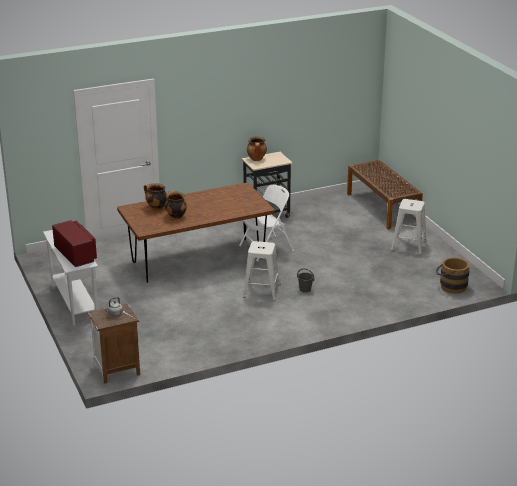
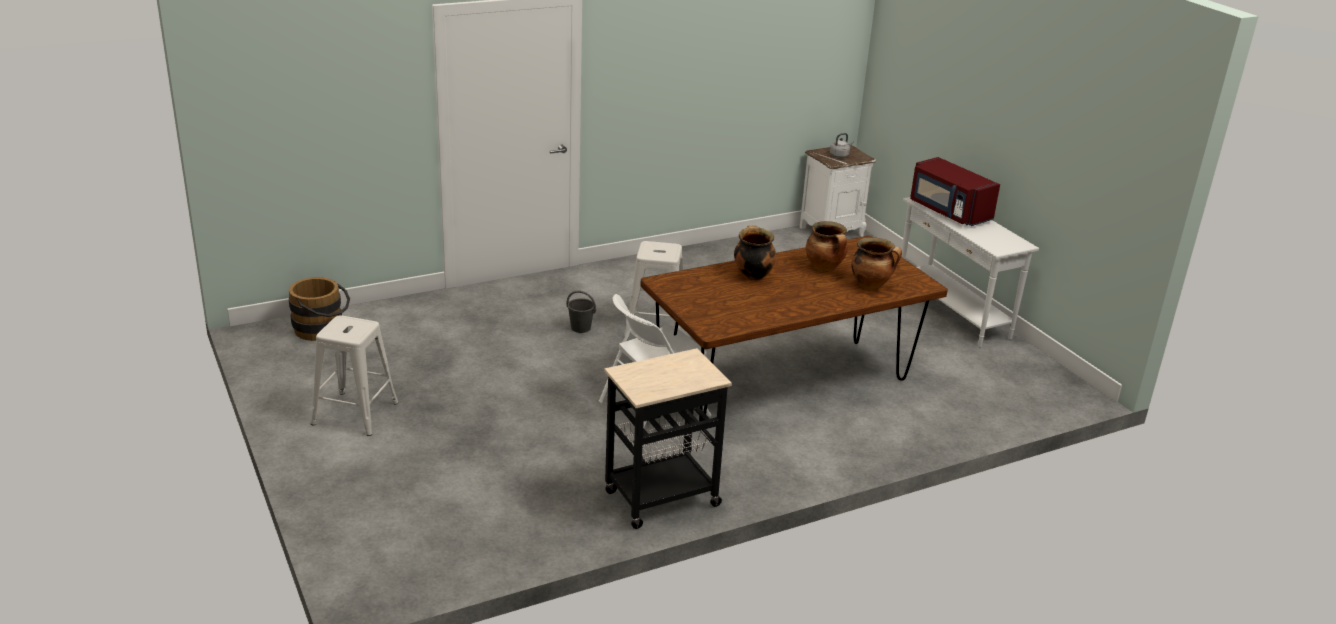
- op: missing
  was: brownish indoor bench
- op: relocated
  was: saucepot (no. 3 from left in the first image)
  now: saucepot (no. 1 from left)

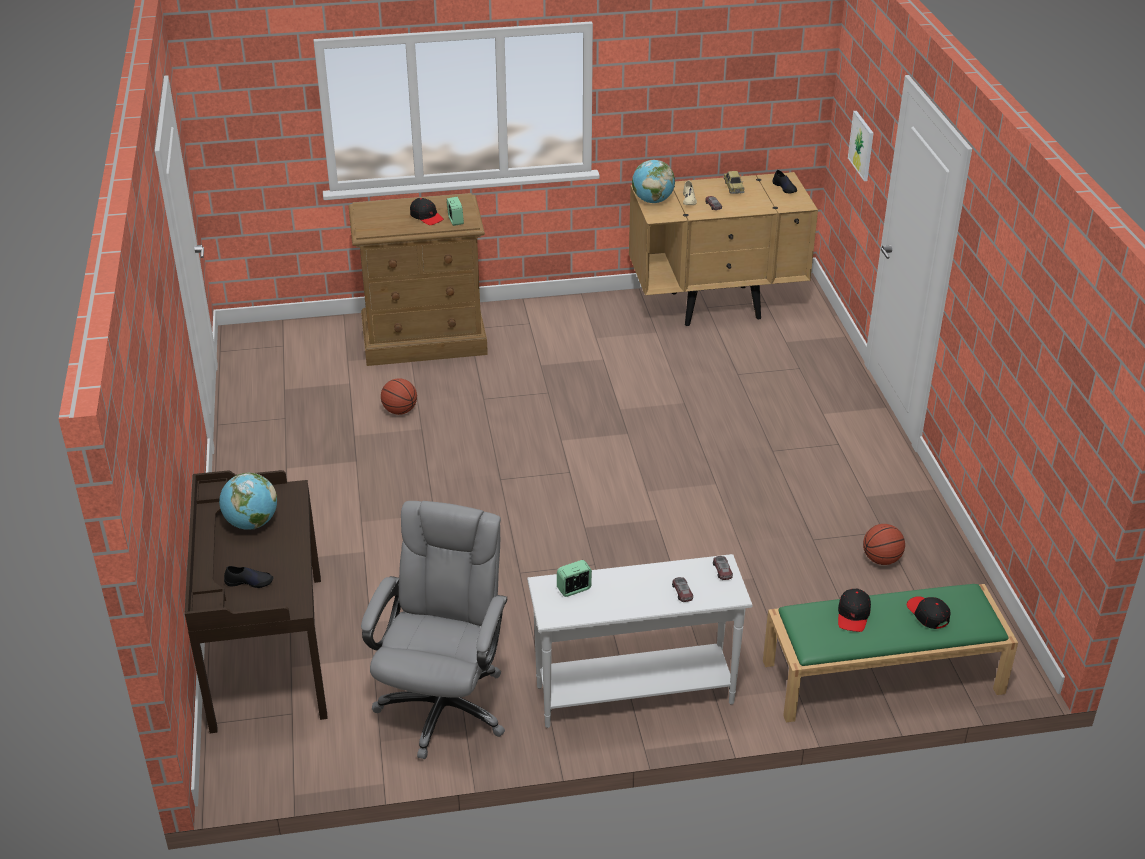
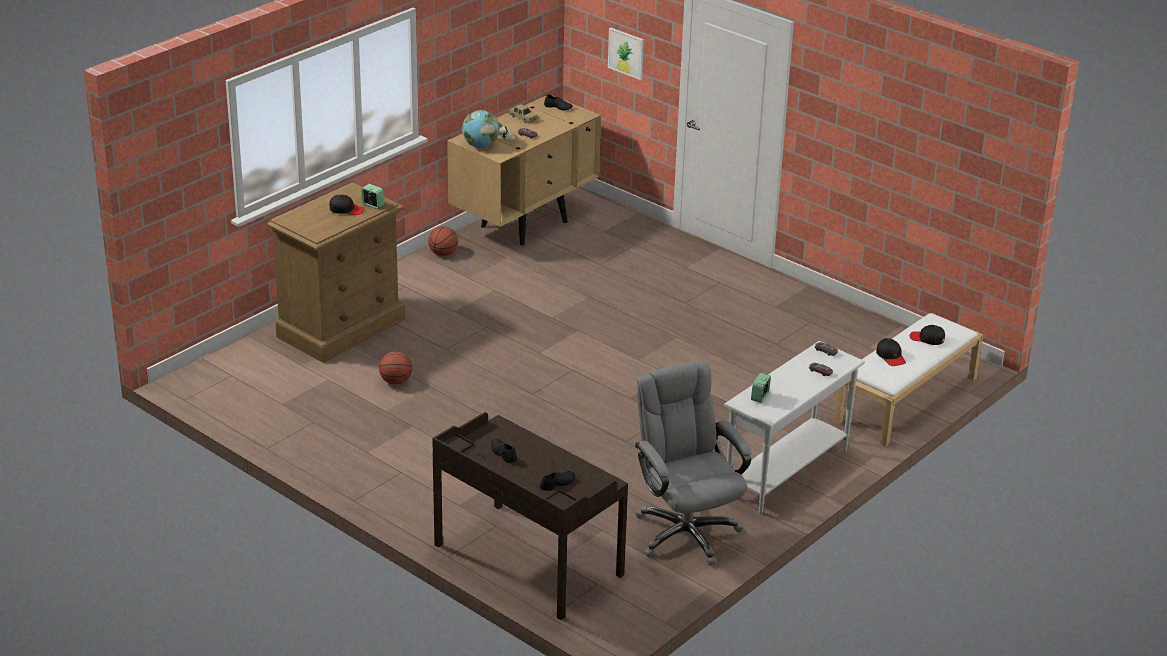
- op: relocated
  was: ball for basketball (no. 2 from left)
- op: exchanged
  was: world globe (no. 1 from left)
  now: blackish shoe (no. 1 from left)
- op: colour
  was: green-coloured indoor bench
  now: whitish indoor bench

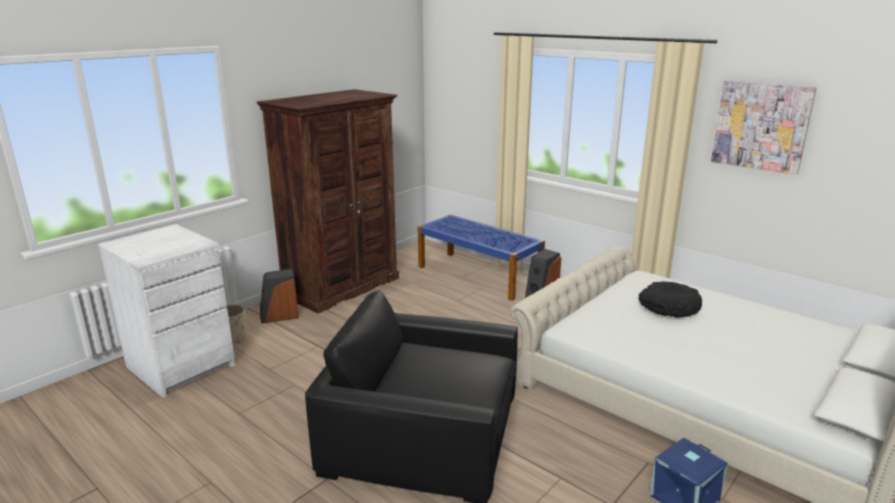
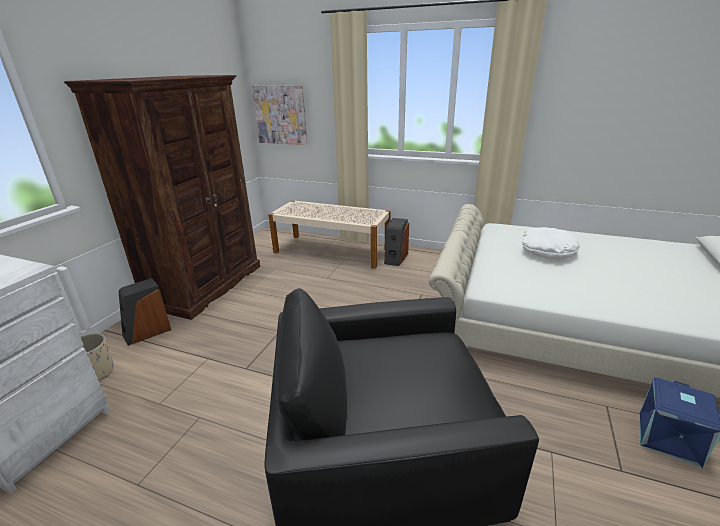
- op: relocated
  was: picture
- op: colour
  was: bluish indoor bench
  now: sand-coloured indoor bench
- op: colour
  was: blackish pillow
  now: whitish pillow

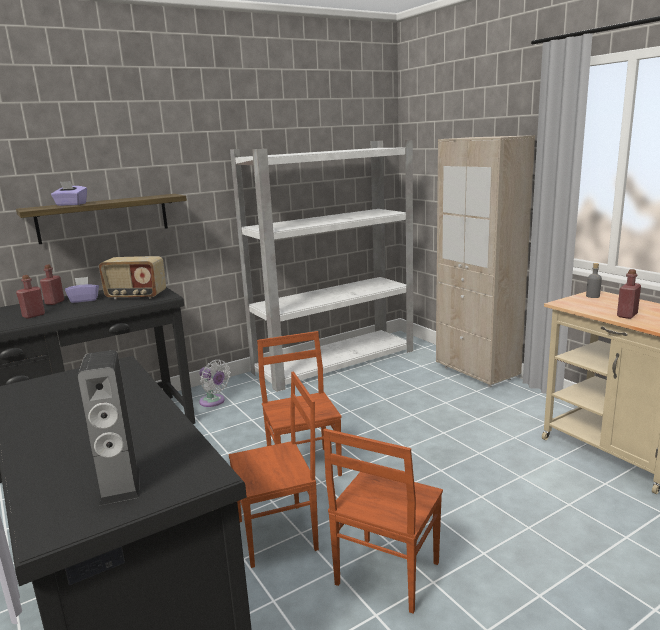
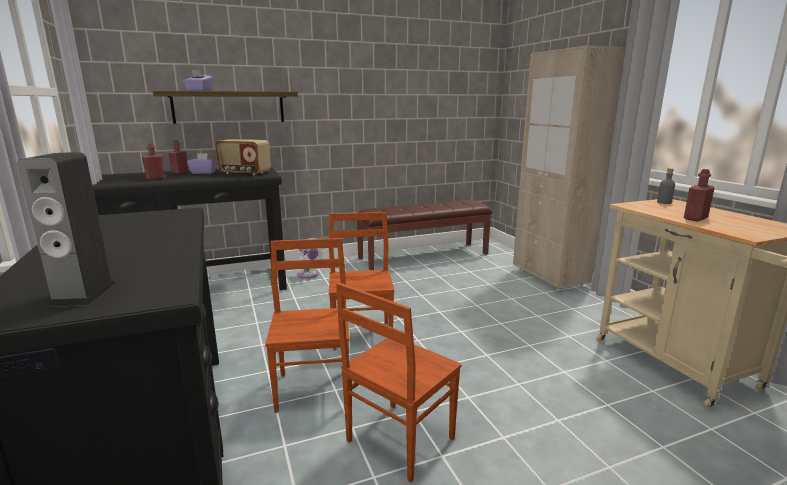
- op: exchanged
  was: whitish bookshelf
  now: brownish indoor bench
- op: spun
  was: brownish chair (no. 1 from left)
  clockwise: -90

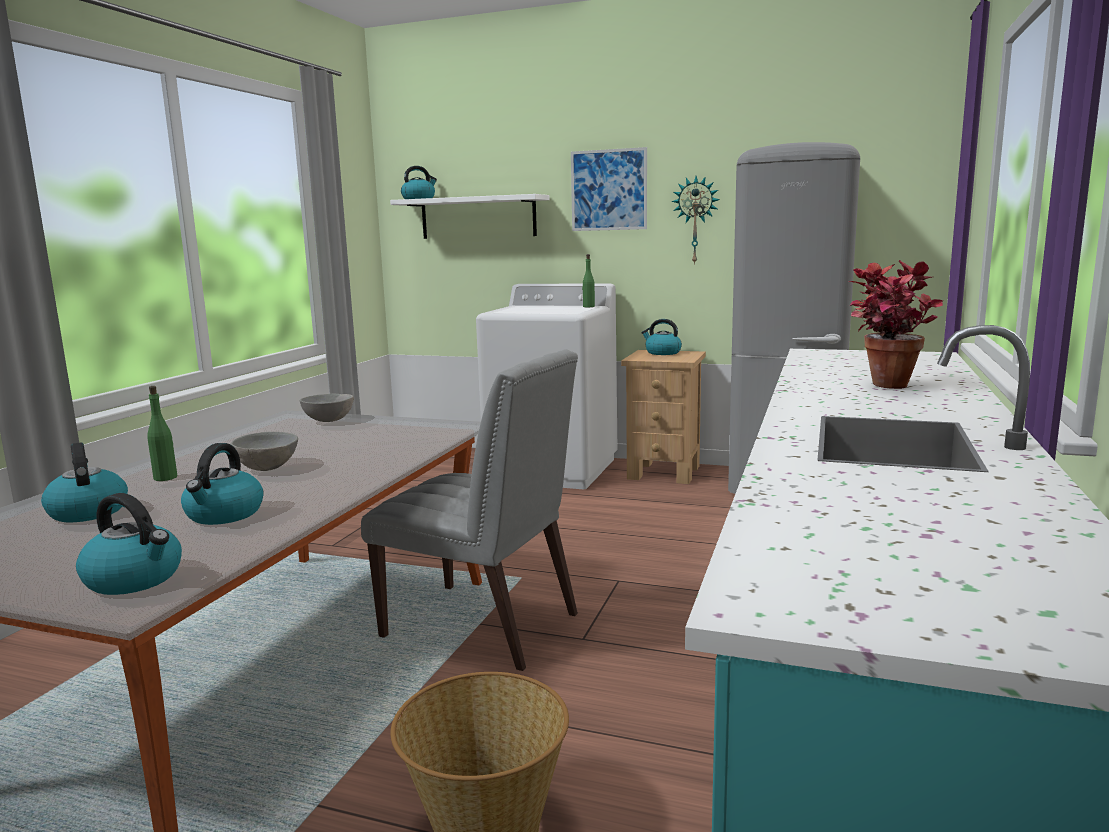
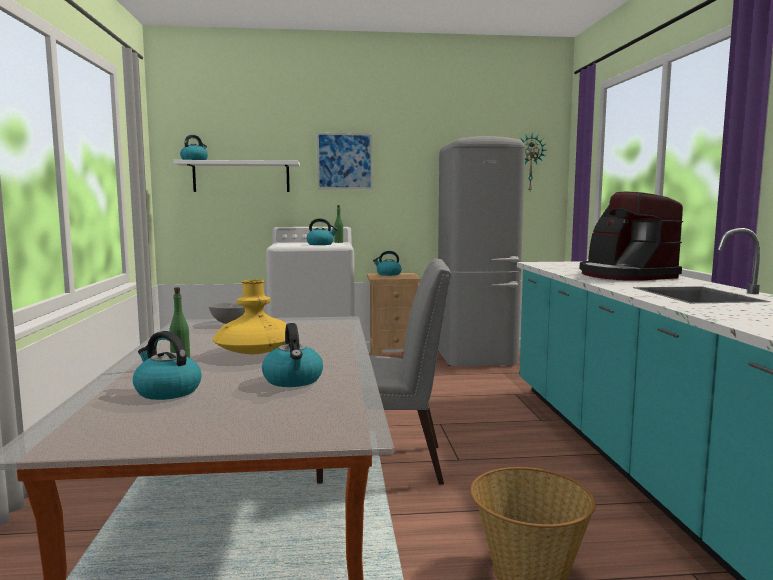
- op: relocated
  was: water kettle (no. 2 from left in the first image)
  now: water kettle (no. 4 from left)
- op: relocated
  was: wall clock
- op: exchanged
  was: gray deep dish (no. 1 from left)
  now: yellow decorative vase
- op: exchanged
  was: potted plant
  now: coffee maker

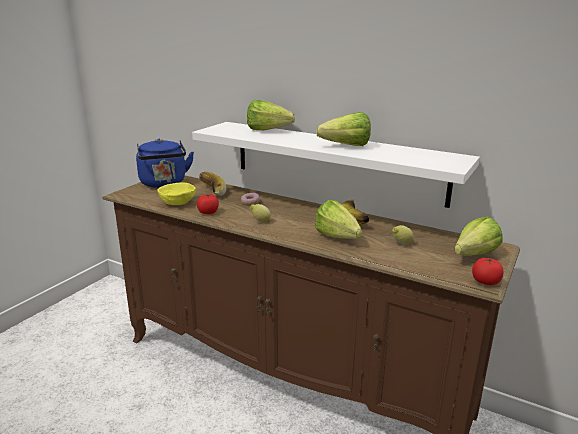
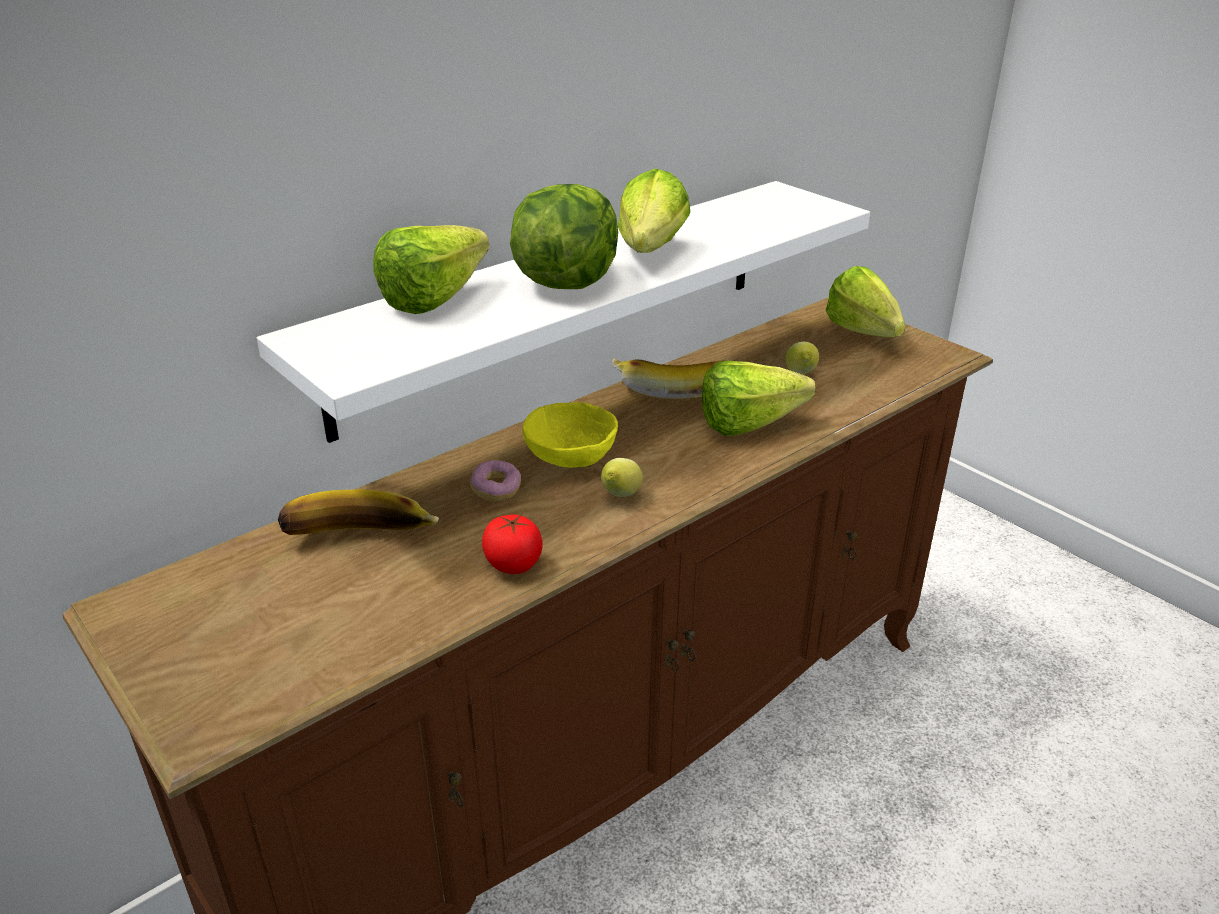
- op: missing
  was: bluish water kettle
- op: missing
  was: whole tomato (no. 2 from left)
- op: appeared
  now: lettuce head (no. 2 from left)
- op: relocated
  was: yellow deep dish

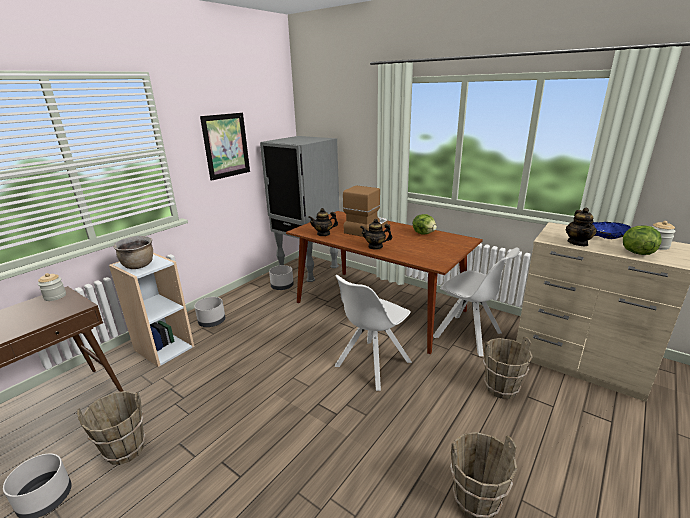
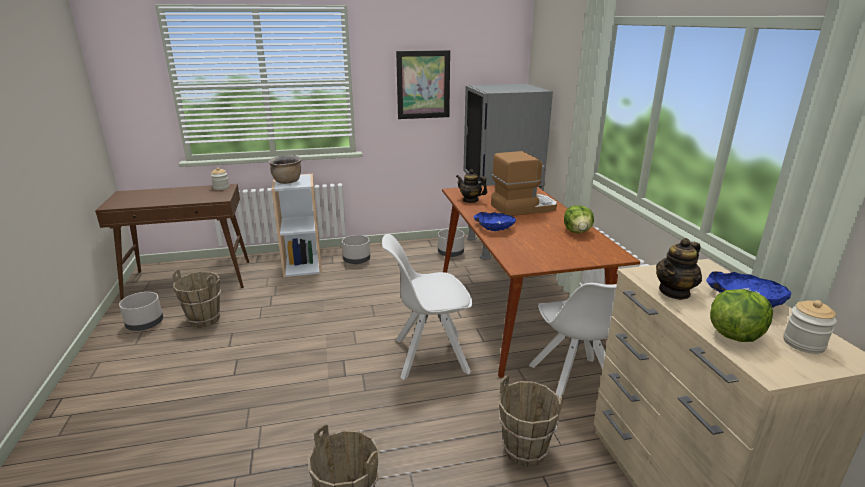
- op: exchanged
  was: tea pot (no. 2 from left)
  now: bluish deep dish (no. 1 from left)

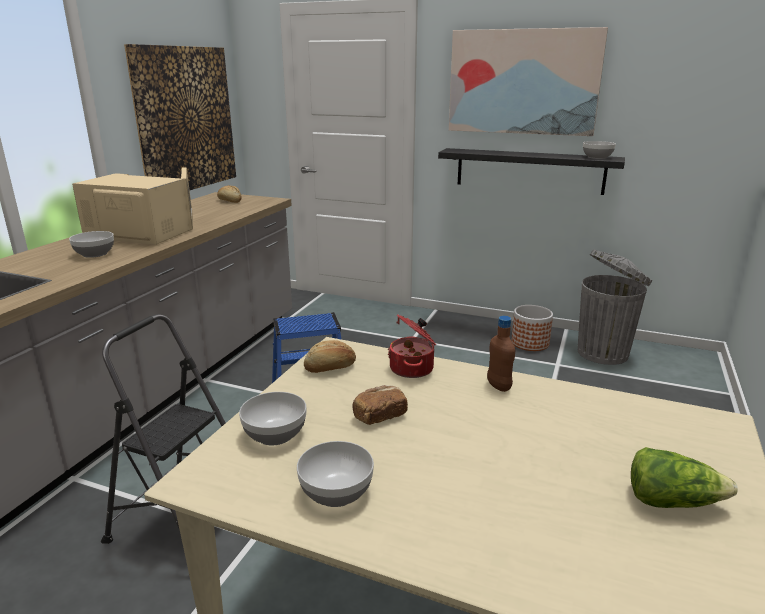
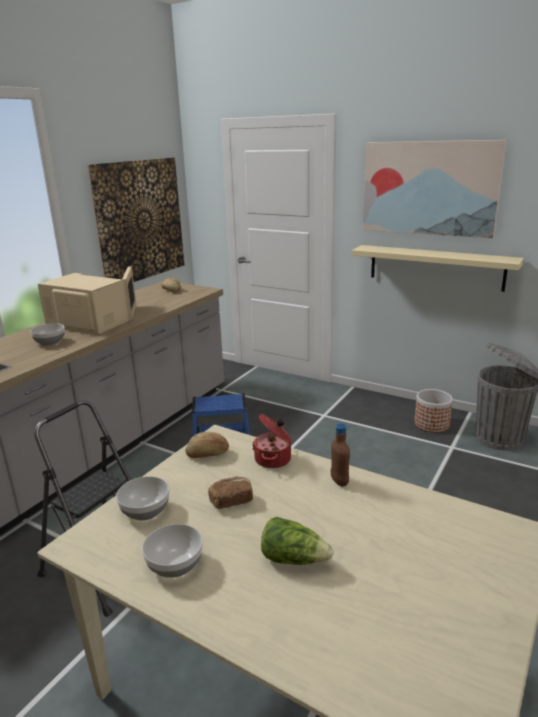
- op: missing
  was: deep dish (no. 4 from left)
- op: relocated
  was: lettuce head
- op: colour
  was: blackish shelf
  now: sand-coloured shelf

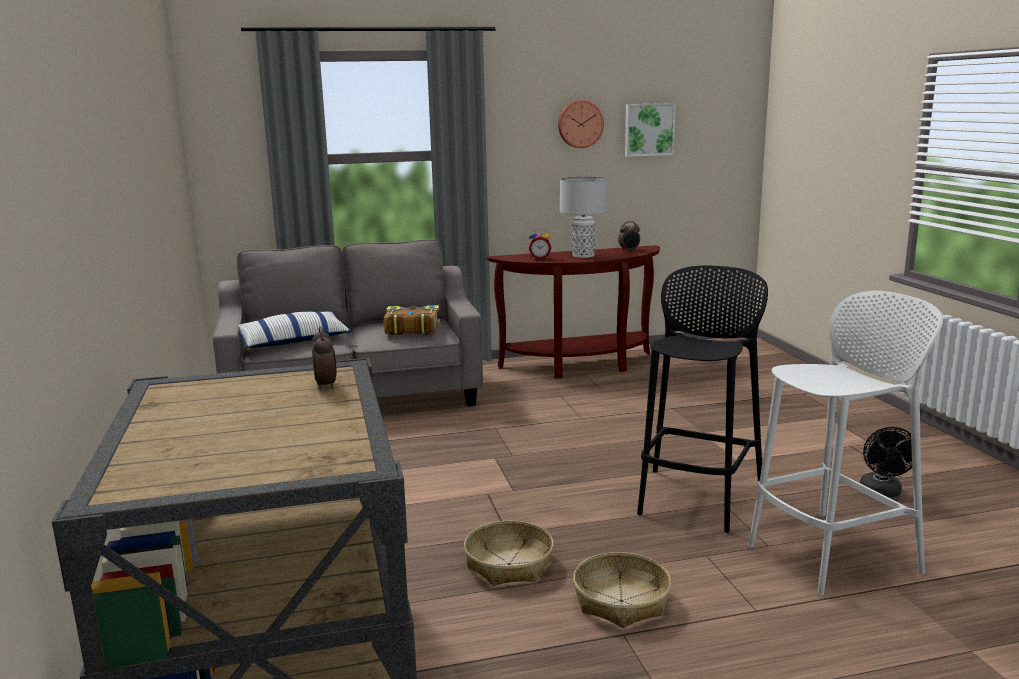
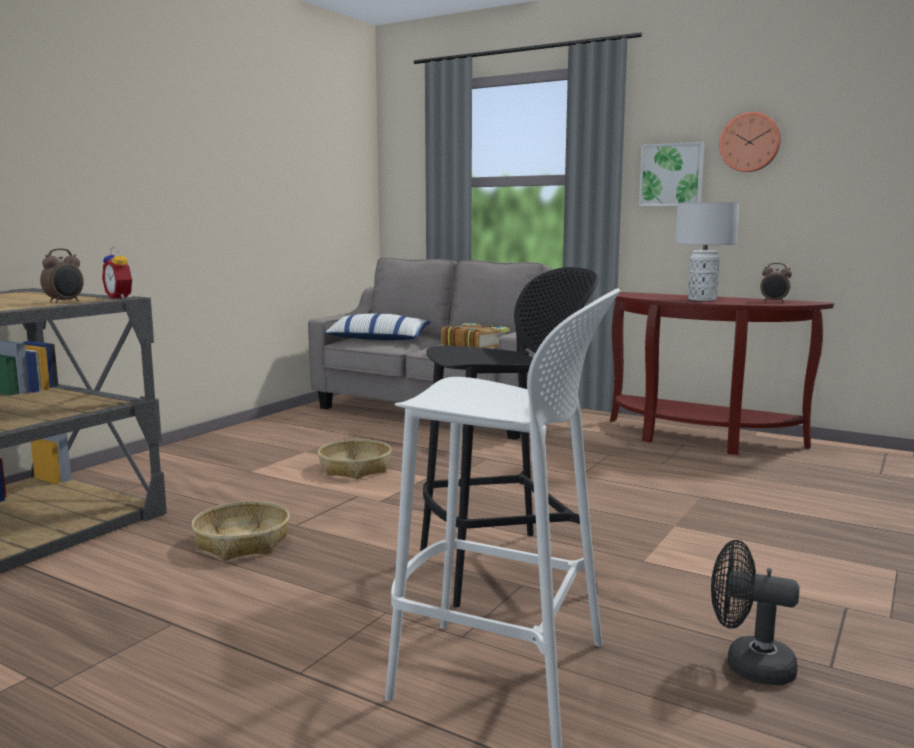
- op: relocated
  was: alarm clock (no. 2 from left)
- op: relocated
  was: storage basket (no. 2 from left)
- op: relocated
  was: picture
- op: spun
  was: blackish cooling fan
  clockwise: 60

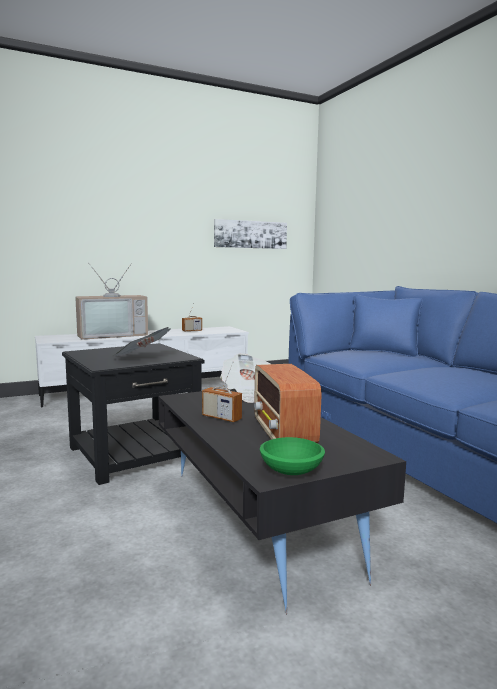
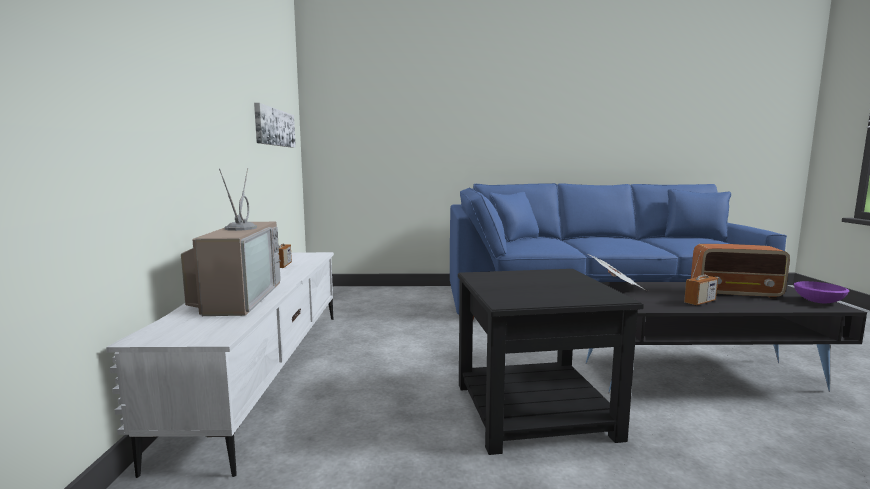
- op: missing
  was: printed paper (no. 1 from left)
- op: colour
  was: green-coloured deep dish
  now: purple deep dish

